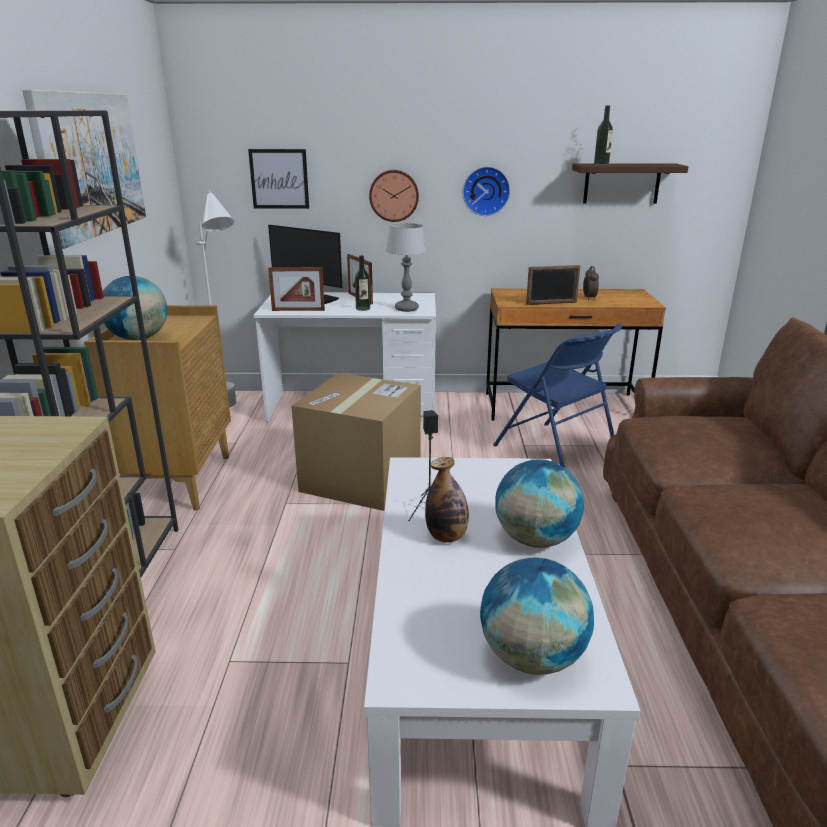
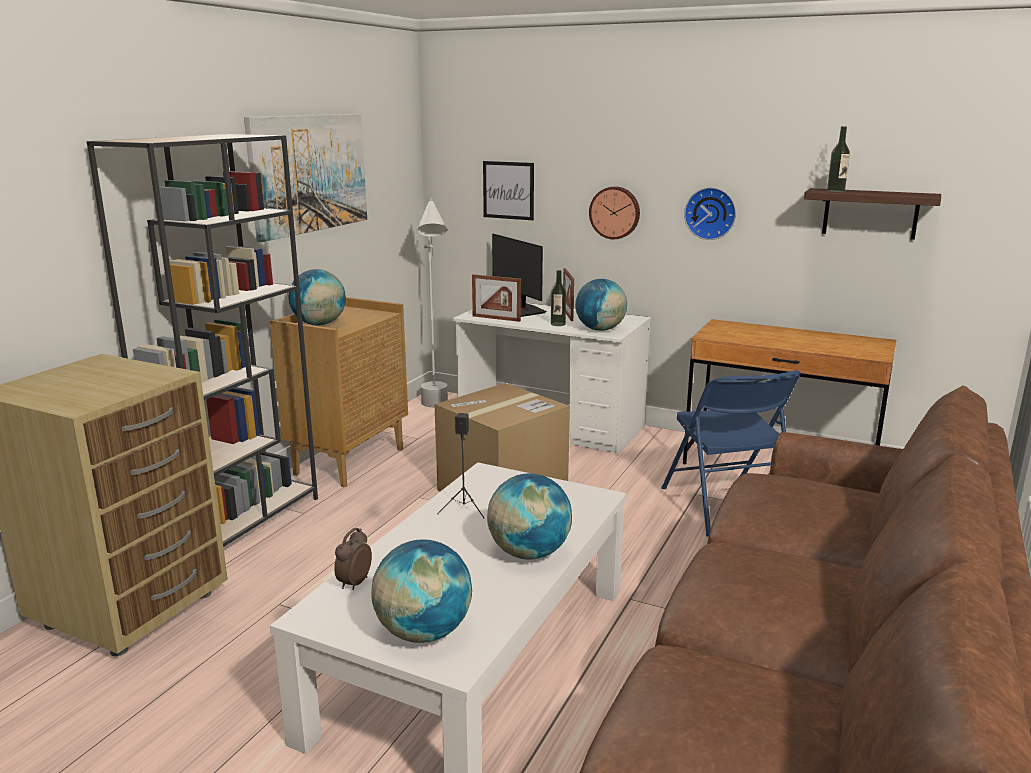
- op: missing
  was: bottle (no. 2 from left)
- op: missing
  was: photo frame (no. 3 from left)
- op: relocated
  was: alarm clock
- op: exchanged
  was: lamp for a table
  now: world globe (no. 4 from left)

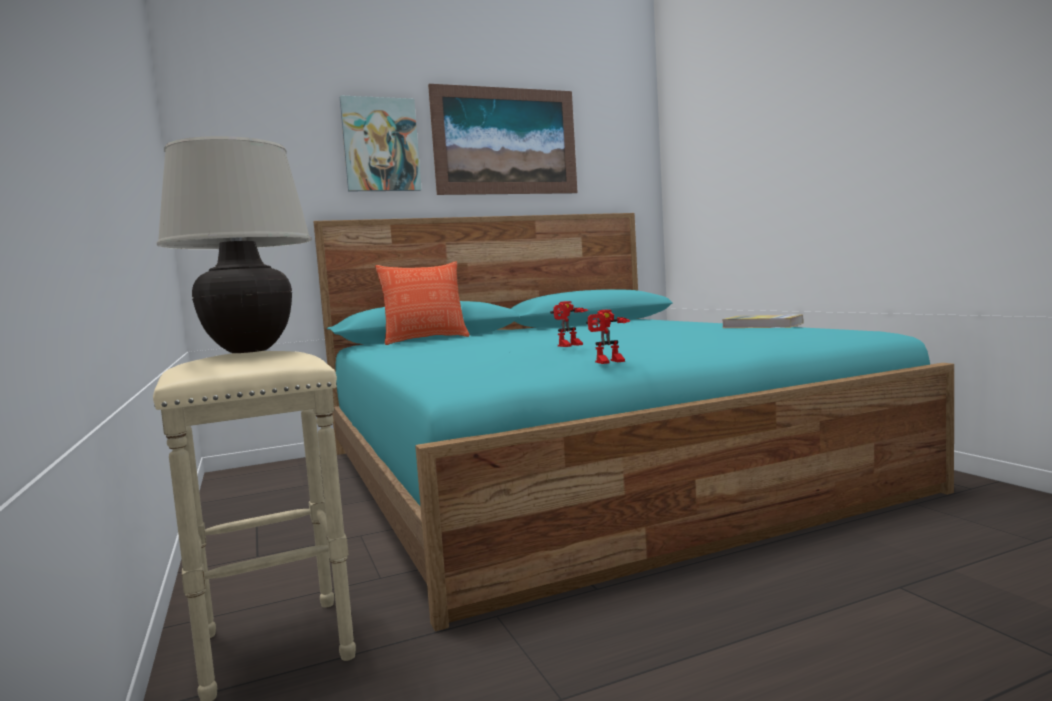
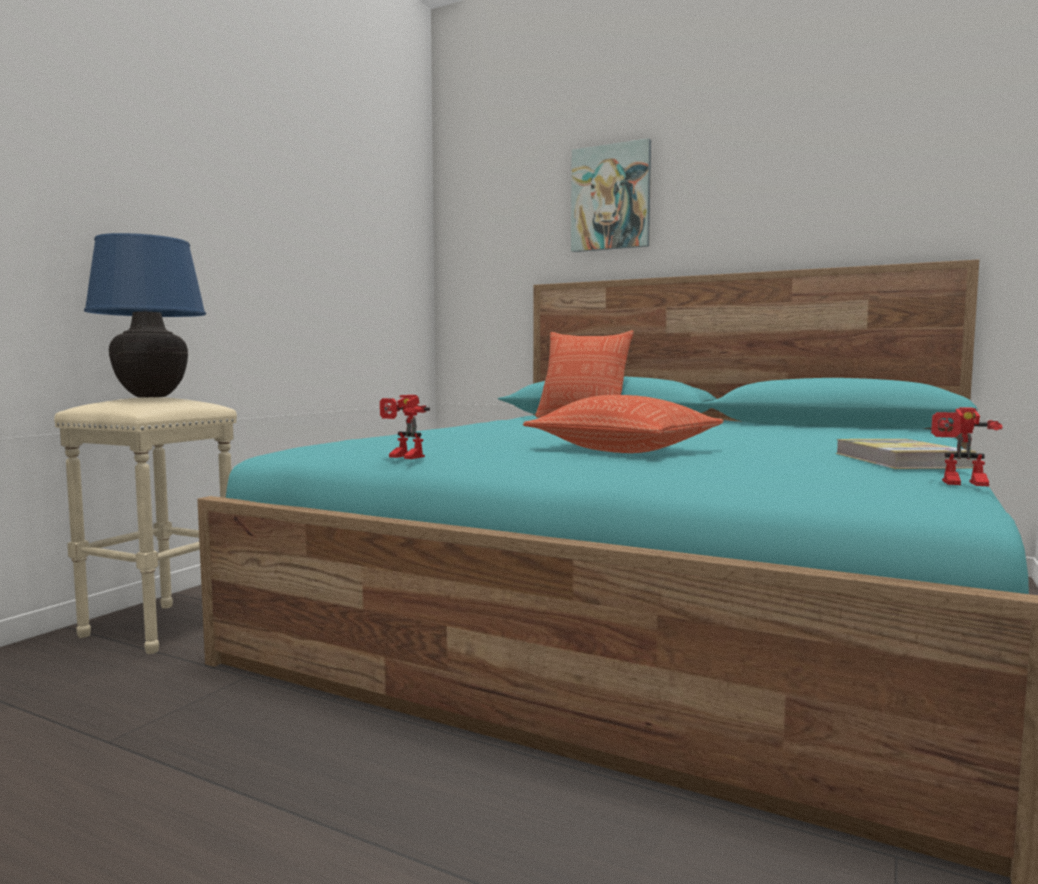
- op: missing
  was: picture (no. 2 from left)
- op: appeared
  now: orange pillow (no. 2 from left)
- op: relocated
  was: toy robot (no. 1 from left in the first image)
  now: toy robot (no. 2 from left)
- op: colour
  was: sand-coloured lamp for a table
  now: bluish lamp for a table

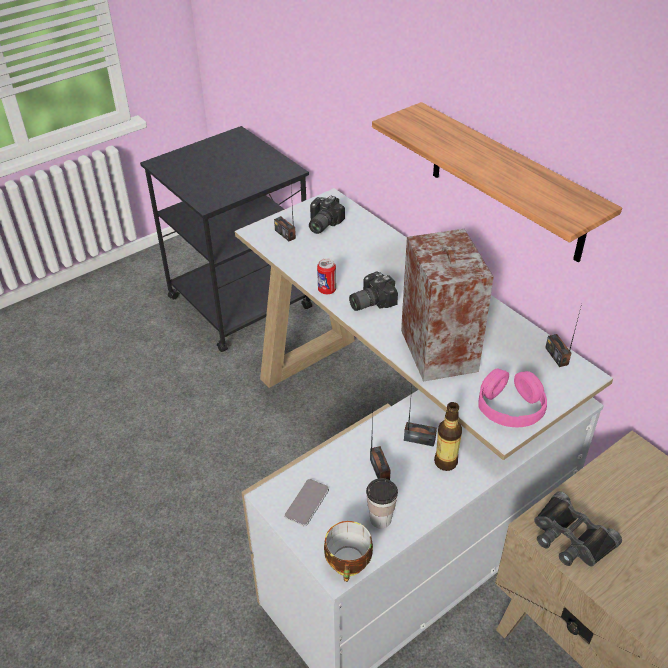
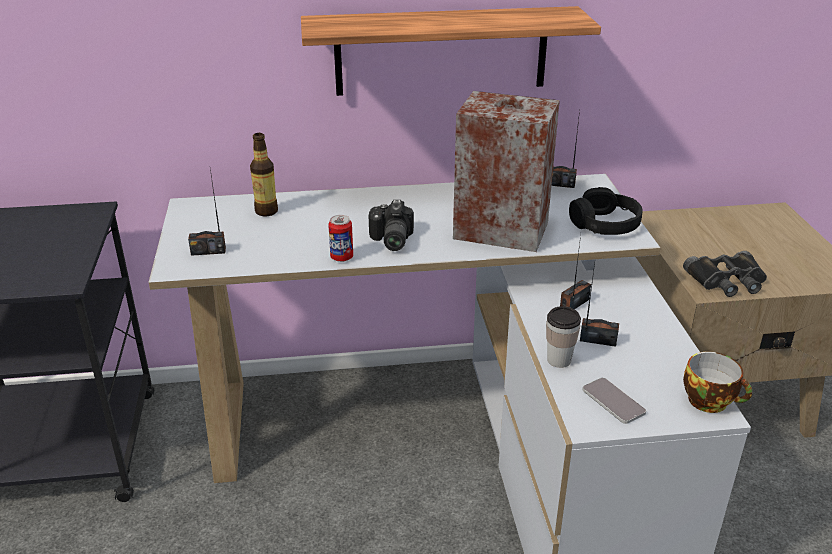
- op: missing
  was: still camera (no. 1 from left)
- op: relocated
  was: drinking cup (no. 2 from left in the first image)
  now: drinking cup (no. 1 from left)
- op: relocated
  was: bottle
- op: colour
  was: pink headphones
  now: blackish headphones

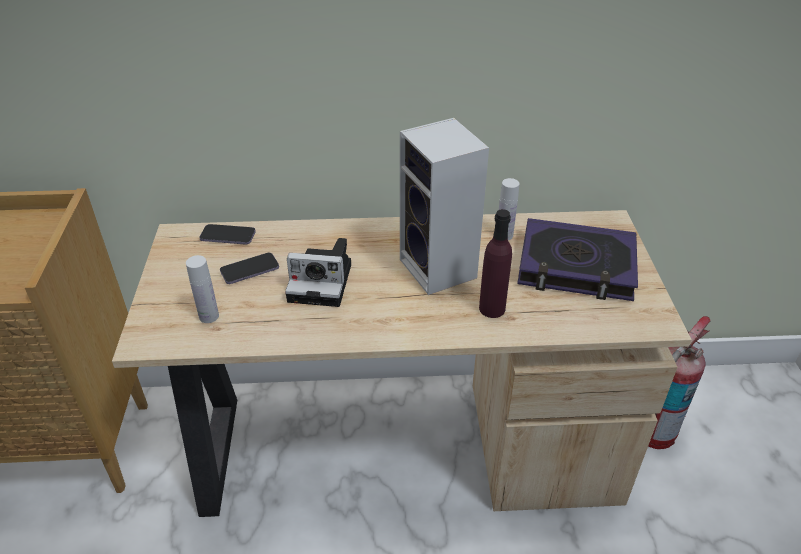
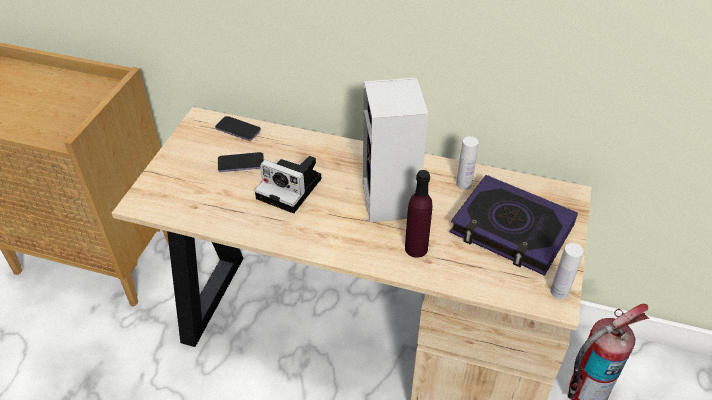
- op: relocated
  was: whitish bottle (no. 1 from left in the first image)
  now: whitish bottle (no. 2 from left)

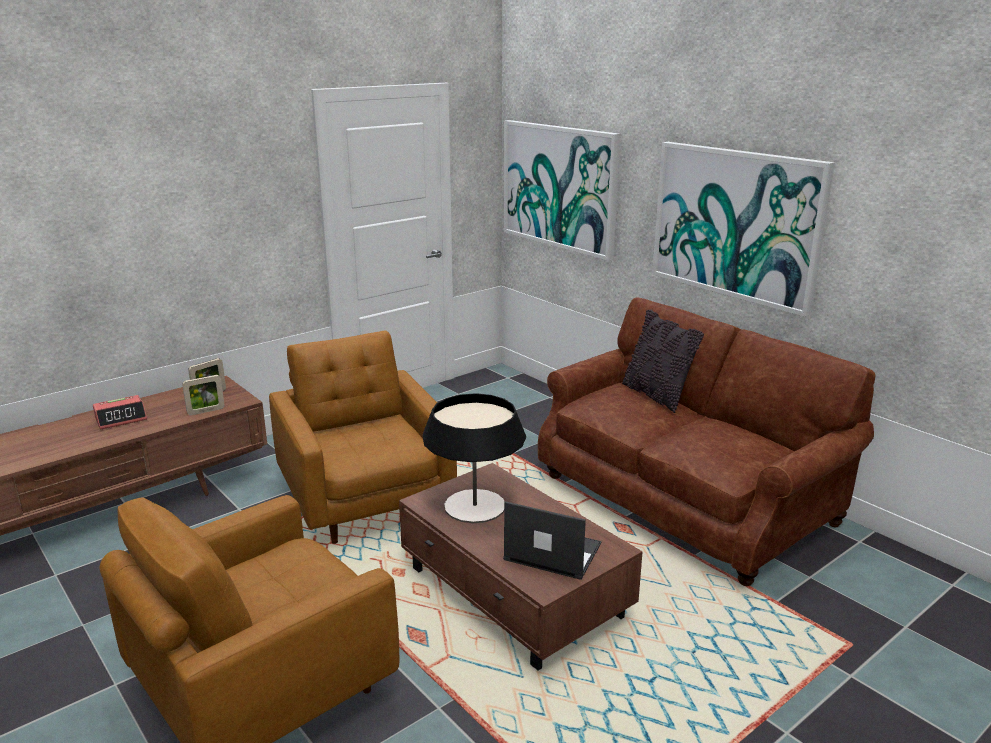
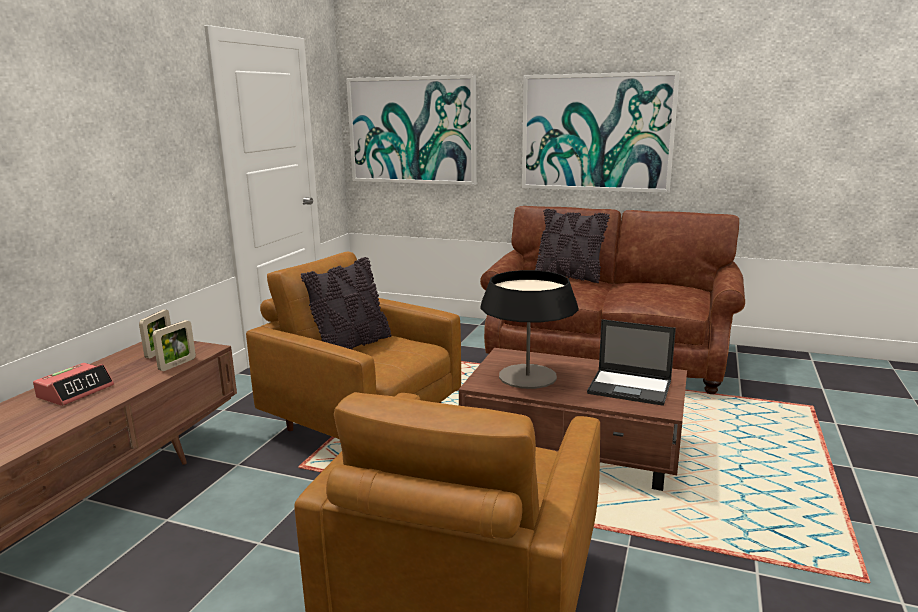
- op: appeared
  now: blackish pillow (no. 1 from left)
- op: spun
  was: laptop
  clockwise: -150

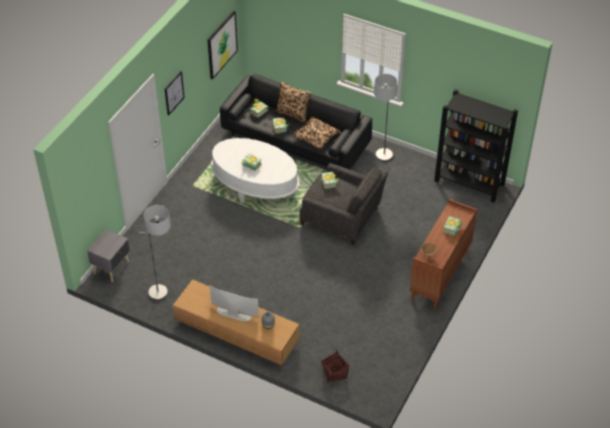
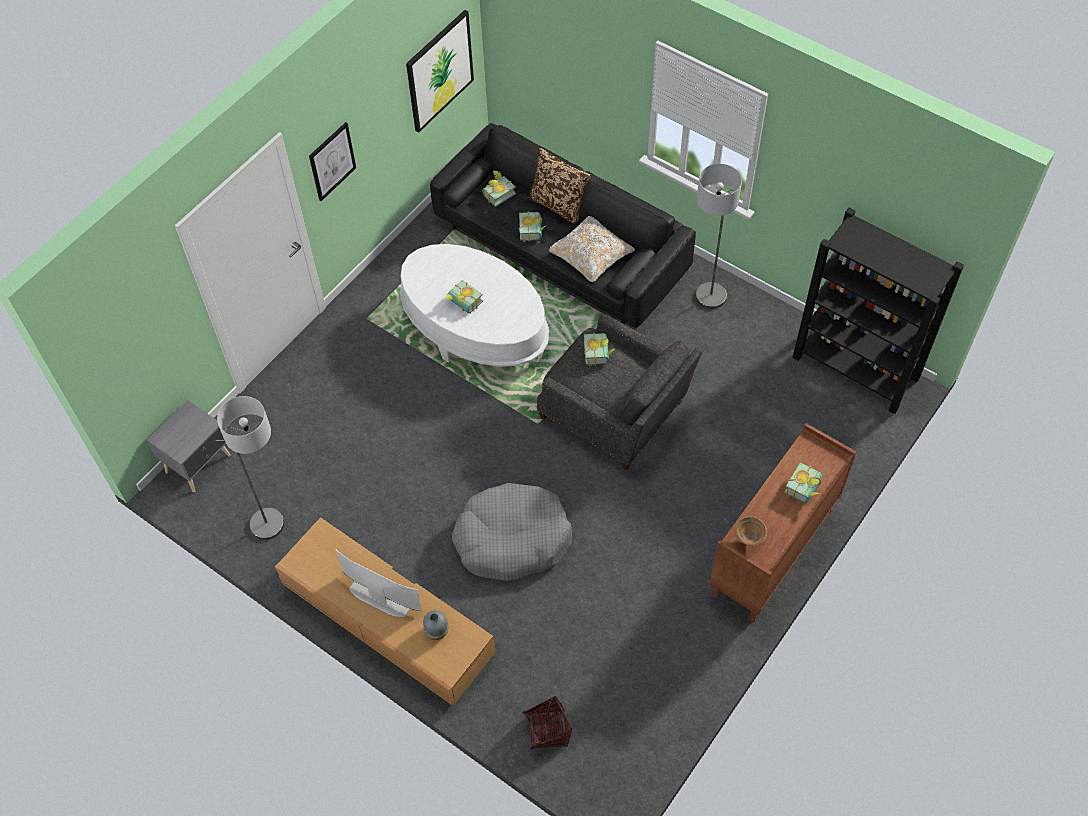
- op: appeared
  now: gray dog cushion
- op: colour
  was: brownish pillow (no. 2 from left)
  now: whitish pillow

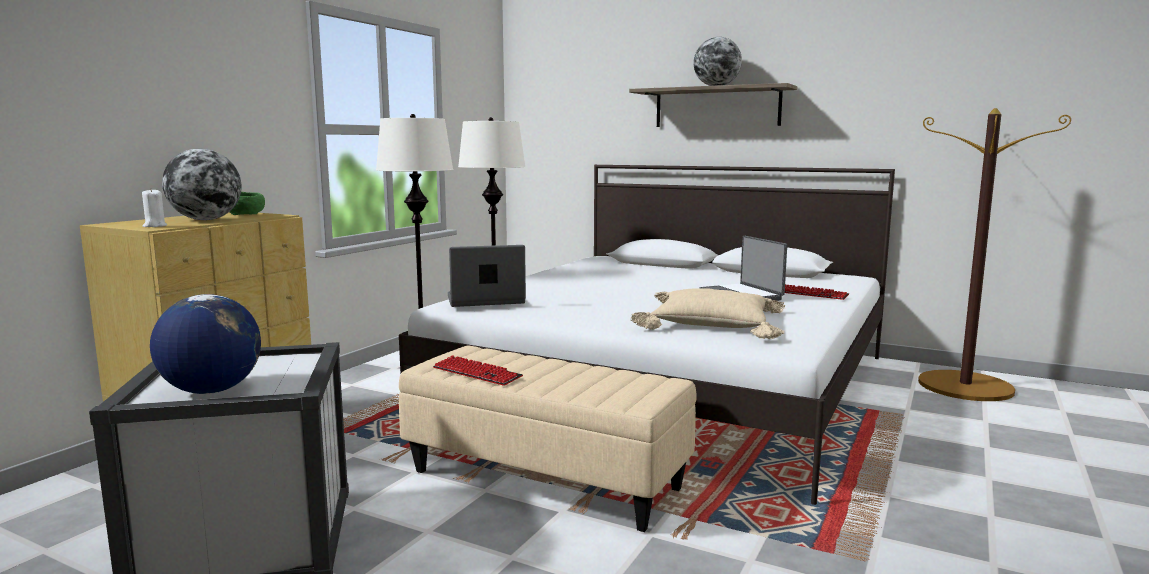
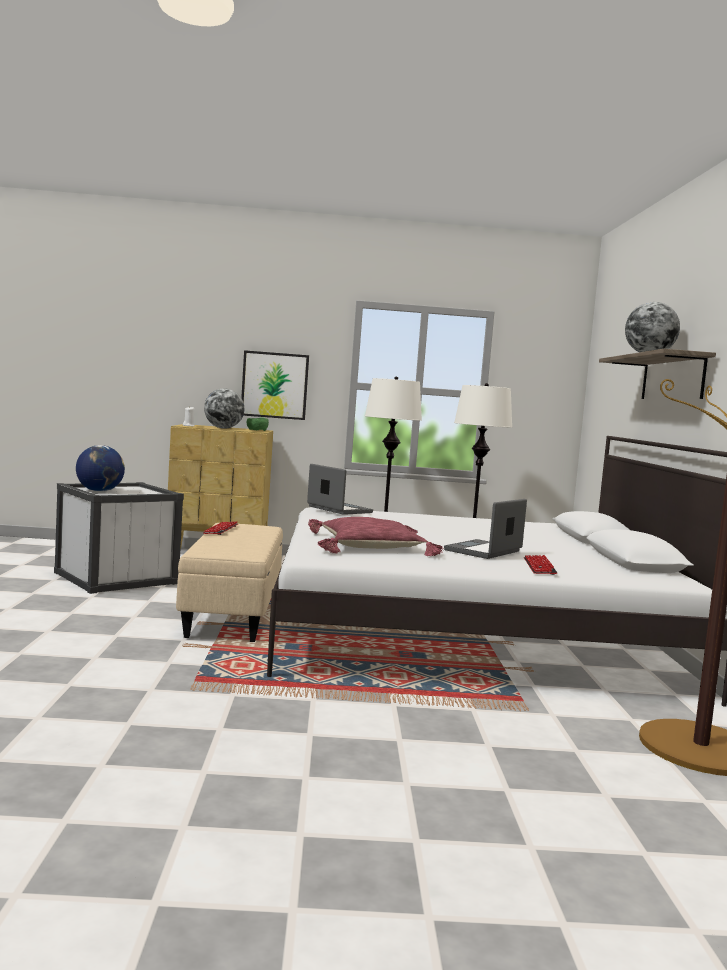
- op: appeared
  now: picture
- op: colour
  was: sand-coloured pillow
  now: red-coloured pillow

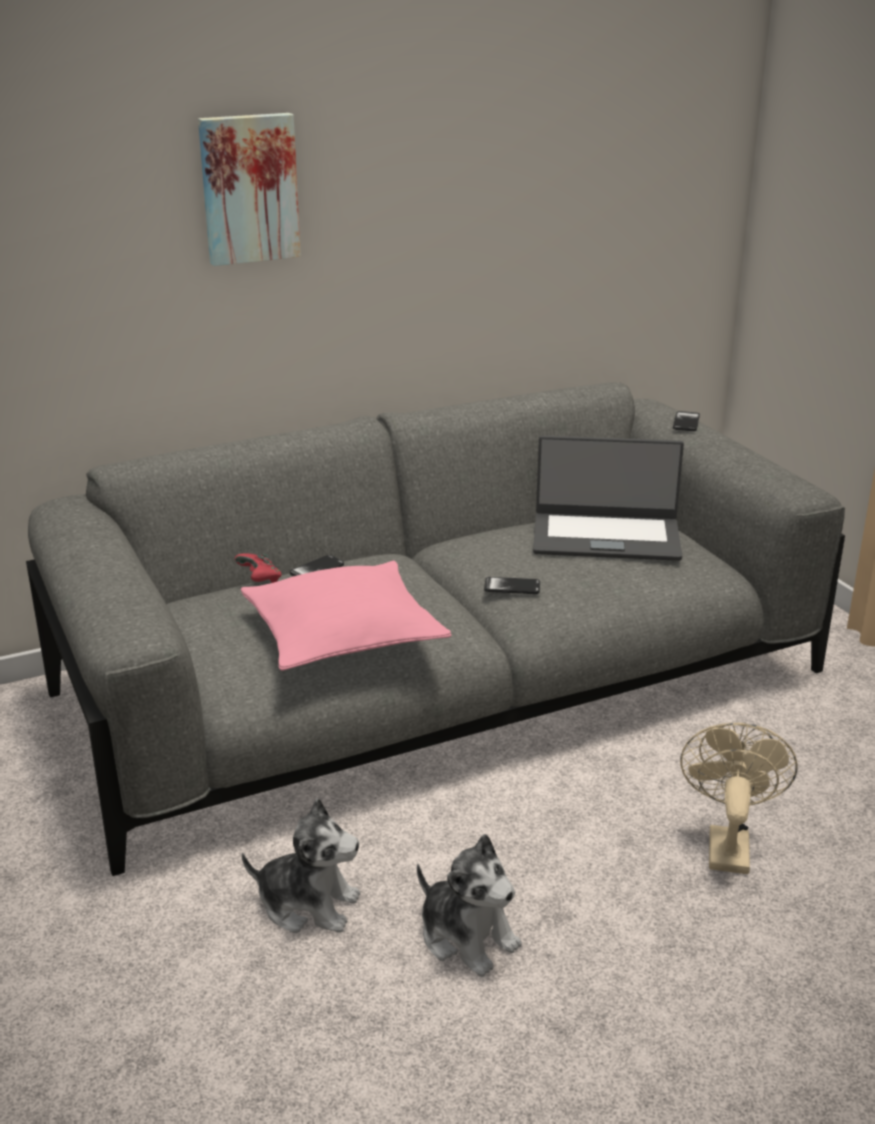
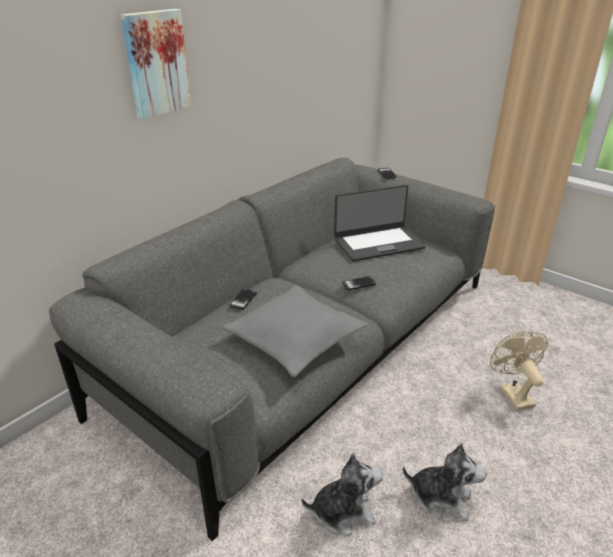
- op: missing
  was: red-coloured game controller
- op: colour
  was: pink pillow
  now: gray pillow

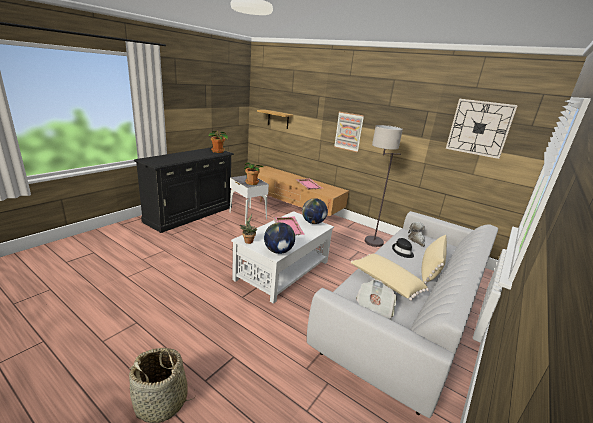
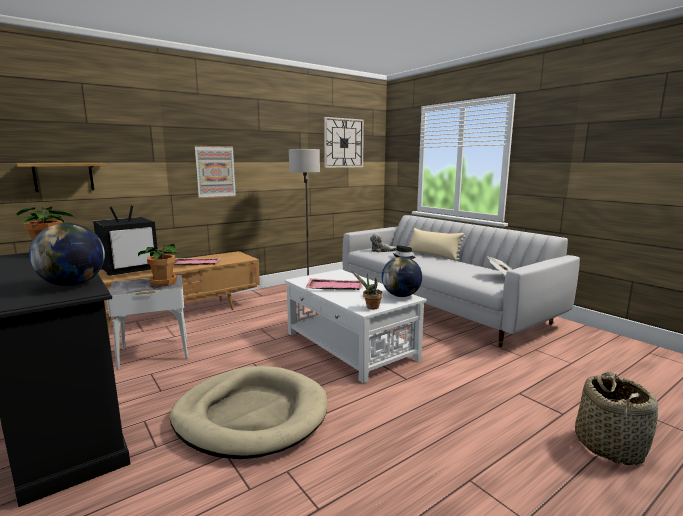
- op: missing
  was: sand-coloured pillow (no. 1 from left)
- op: appeared
  now: television
- op: appeared
  now: sand-coloured dog cushion
- op: relocated
  was: world globe (no. 2 from left in the first image)
  now: world globe (no. 1 from left)

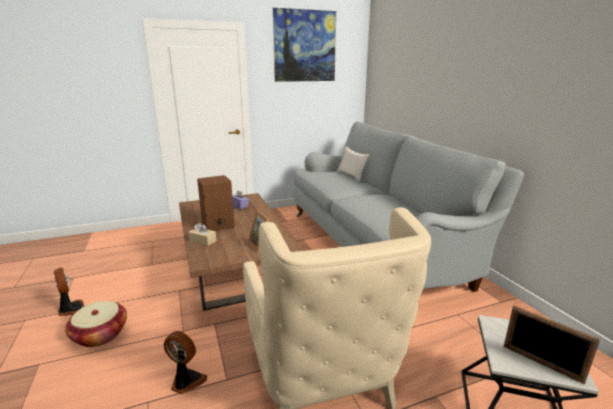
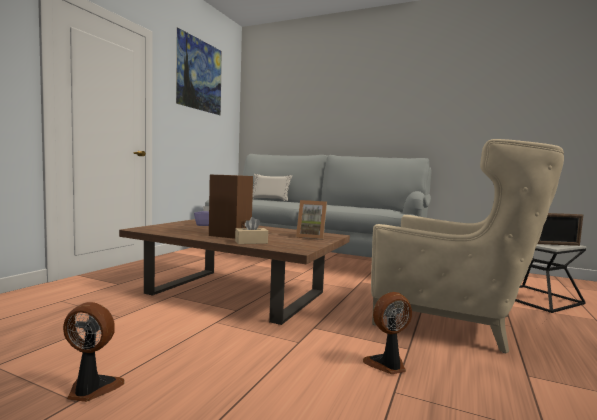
- op: missing
  was: storage basket

